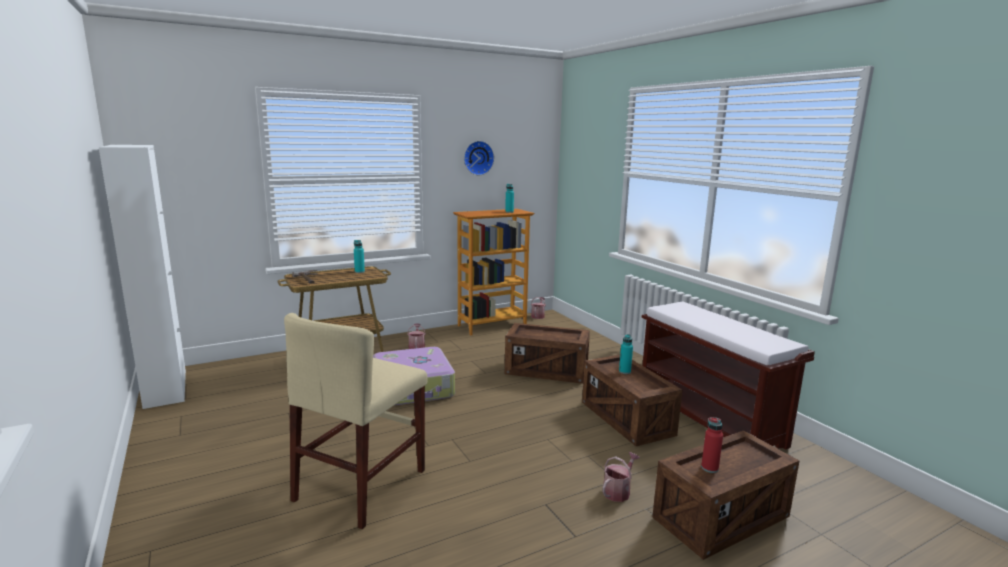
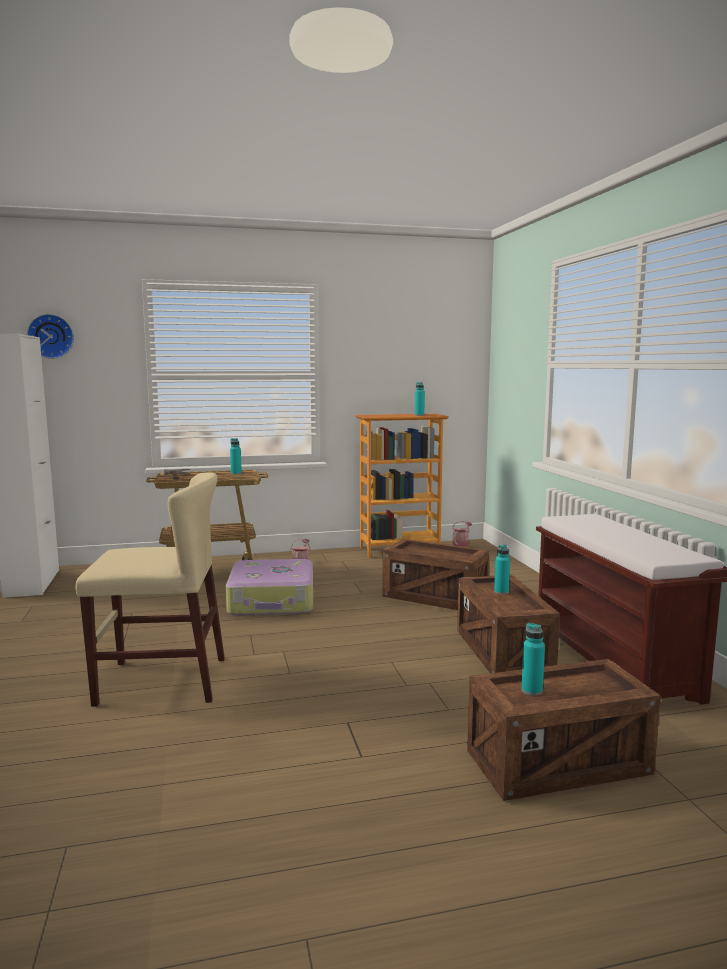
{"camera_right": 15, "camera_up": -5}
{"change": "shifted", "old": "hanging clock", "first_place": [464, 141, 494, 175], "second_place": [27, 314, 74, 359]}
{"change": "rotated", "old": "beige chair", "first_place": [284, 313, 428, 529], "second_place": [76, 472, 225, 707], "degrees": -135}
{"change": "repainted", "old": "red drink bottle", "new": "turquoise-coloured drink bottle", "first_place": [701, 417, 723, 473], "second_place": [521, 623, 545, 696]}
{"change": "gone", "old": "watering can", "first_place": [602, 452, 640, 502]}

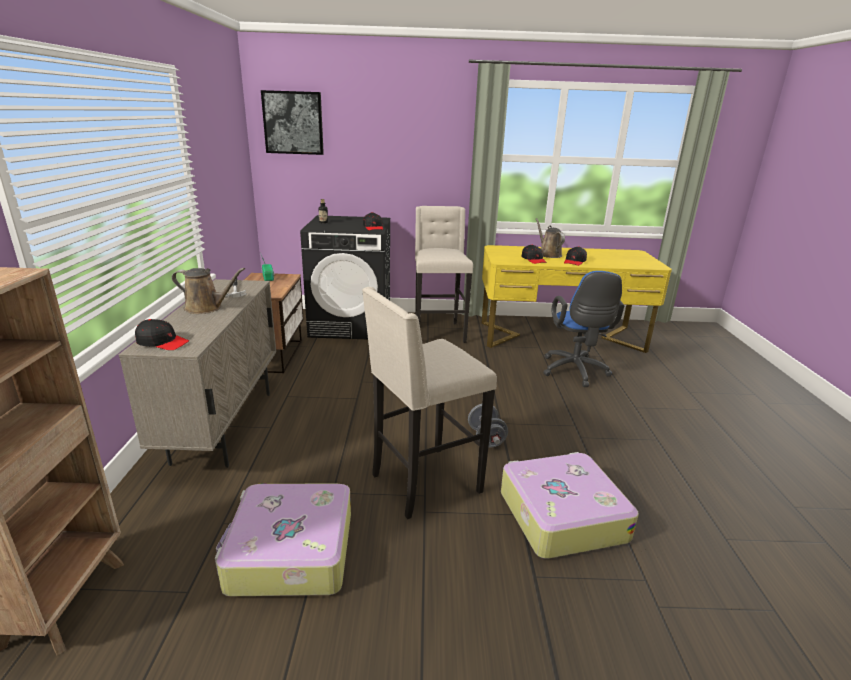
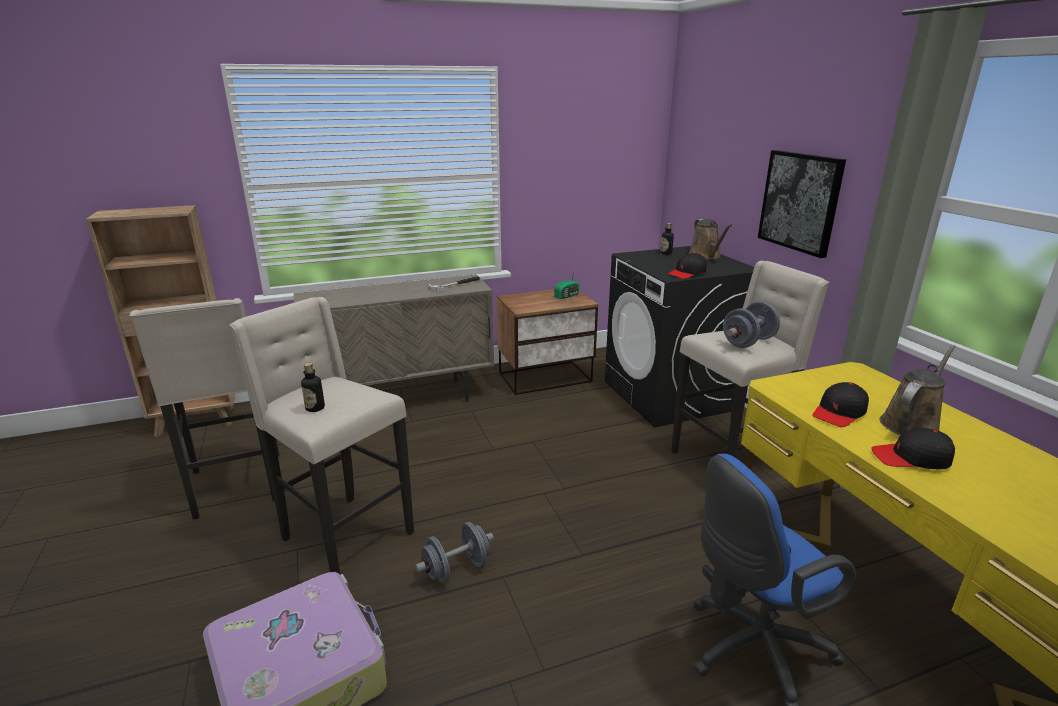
{"camera_right": 70, "camera_up": 0}
{"change": "swapped", "old": "piece of luggage", "new": "beige sitting stool", "first_place": [215, 484, 351, 596], "second_place": [129, 298, 280, 519]}
{"change": "new", "new": "drink bottle", "second_place": [301, 363, 325, 412]}
{"change": "shifted", "old": "brown-coloured watering can", "first_place": [172, 268, 245, 314], "second_place": [689, 219, 732, 260]}
{"change": "new", "new": "gray free weight", "second_place": [723, 301, 780, 348]}
{"change": "shifted", "old": "wall picture", "first_place": [261, 90, 324, 155], "second_place": [758, 150, 846, 258]}
{"change": "gone", "old": "black-coloured peaked cap", "first_place": [135, 319, 189, 350]}

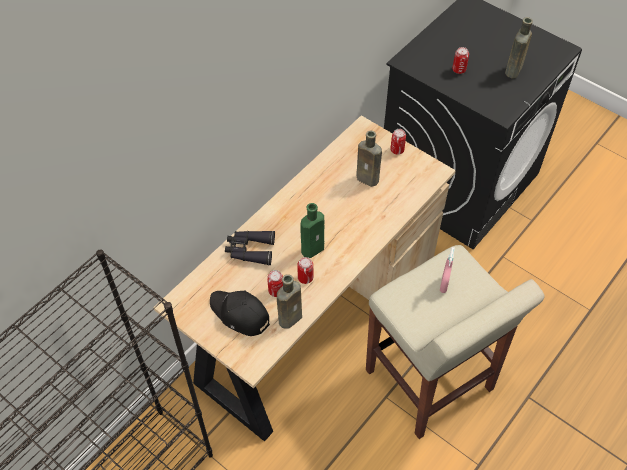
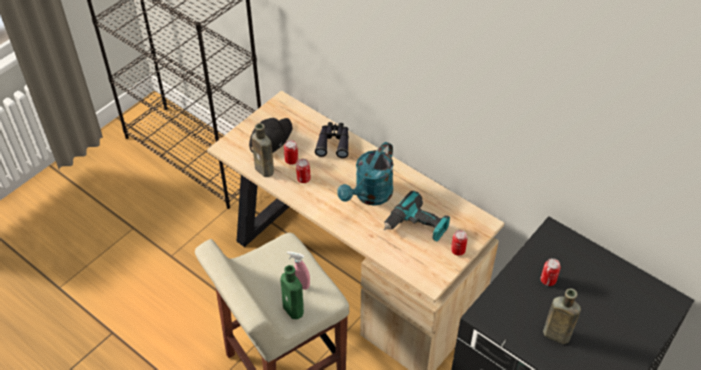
{"camera_right": 90, "camera_up": -5}
{"change": "shifted", "old": "green drink bottle", "first_place": [300, 203, 324, 258], "second_place": [280, 265, 304, 319]}
{"change": "new", "new": "turquoise-coloured watering can", "second_place": [337, 142, 394, 206]}
{"change": "swapped", "old": "brown-coloured drink bottle", "new": "electric drill", "first_place": [356, 131, 382, 187], "second_place": [384, 191, 450, 242]}

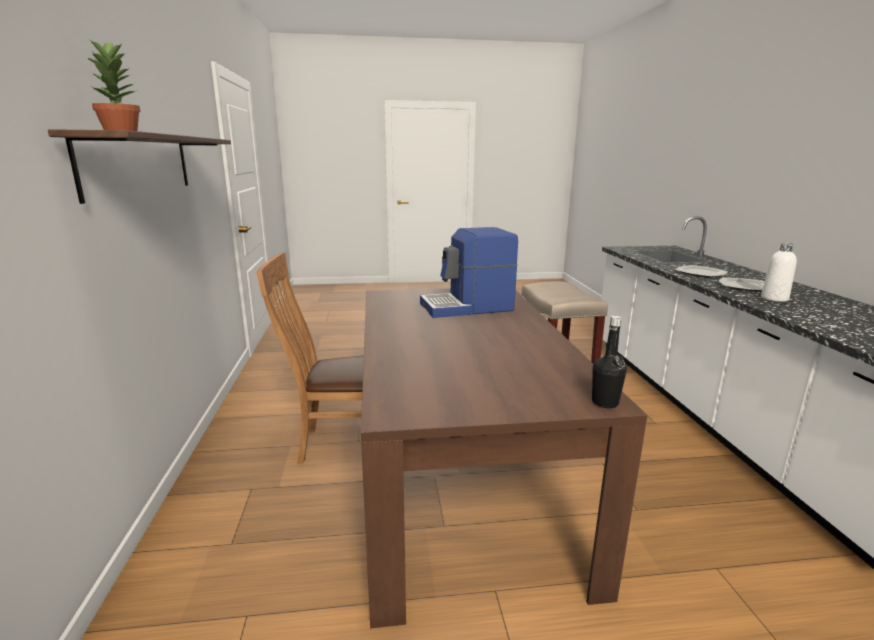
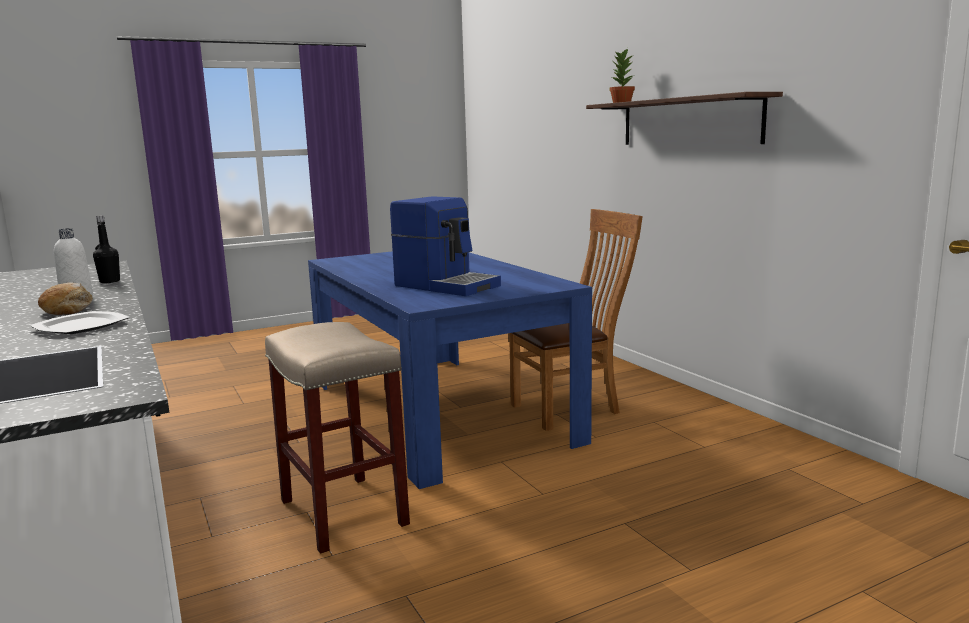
{"camera_right": 160, "camera_up": -5}
{"change": "swapped", "old": "dinner plate", "new": "baked bread", "first_place": [719, 277, 765, 292], "second_place": [38, 282, 93, 315]}
{"change": "shifted", "old": "black-coloured drink bottle", "first_place": [592, 315, 627, 408], "second_place": [93, 215, 120, 283]}
{"change": "repainted", "old": "brown-coloured kitchen table", "new": "bluish kitchen table", "first_place": [361, 288, 647, 628], "second_place": [308, 251, 592, 489]}
{"change": "rotated", "old": "coffee maker", "first_place": [420, 227, 518, 318], "second_place": [390, 196, 501, 296], "degrees": 75}

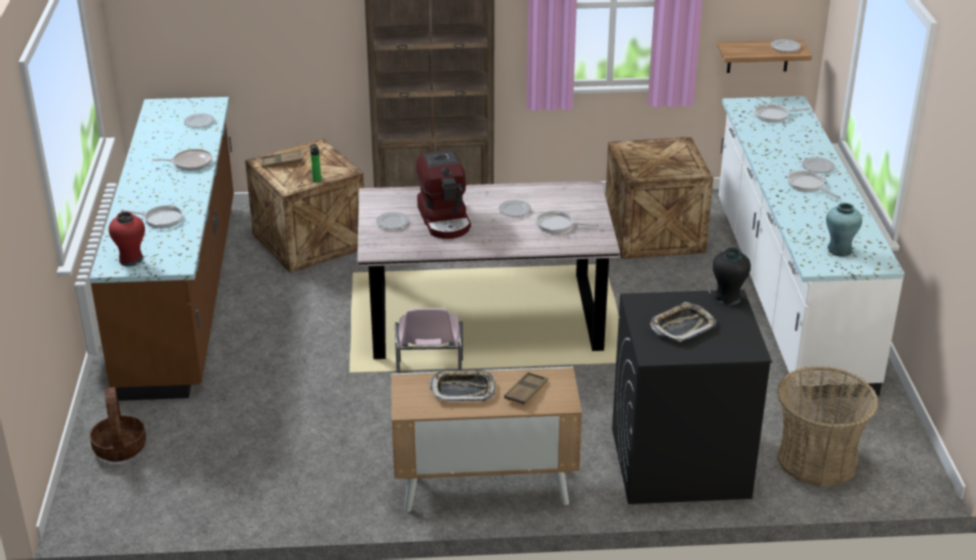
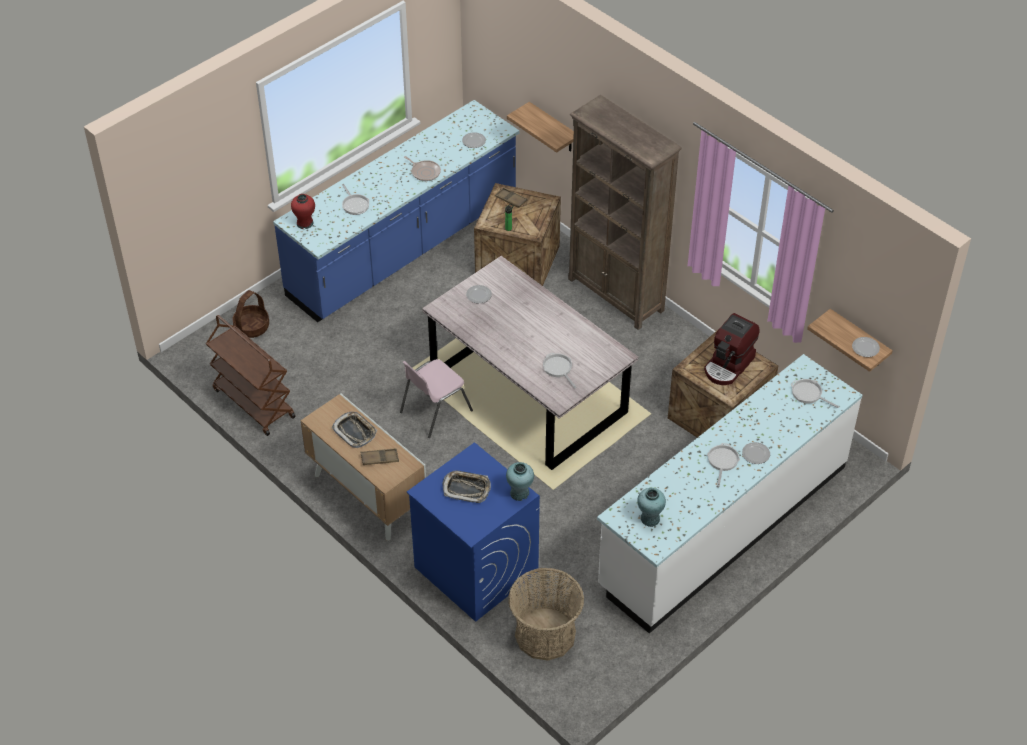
{"camera_right": 50, "camera_up": 15}
{"change": "new", "new": "brown-coloured wheeled cart", "second_place": [206, 315, 295, 436]}
{"change": "repainted", "old": "brown-coloured counter", "new": "bluish counter", "first_place": [90, 97, 234, 401], "second_place": [273, 100, 519, 322]}
{"change": "repainted", "old": "black-coloured laundry machine", "new": "bluish laundry machine", "first_place": [612, 289, 772, 504], "second_place": [407, 442, 540, 622]}
{"change": "repainted", "old": "black-coloured decorative vase", "new": "turquoise-coloured decorative vase", "first_place": [713, 248, 751, 306], "second_place": [506, 462, 534, 501]}
{"change": "new", "new": "wall shelf", "second_place": [507, 102, 574, 153]}
{"change": "shifted", "old": "coffee maker", "first_place": [416, 150, 471, 239], "second_place": [704, 313, 760, 385]}
{"change": "gone", "old": "dinner plate", "first_place": [499, 200, 531, 217]}

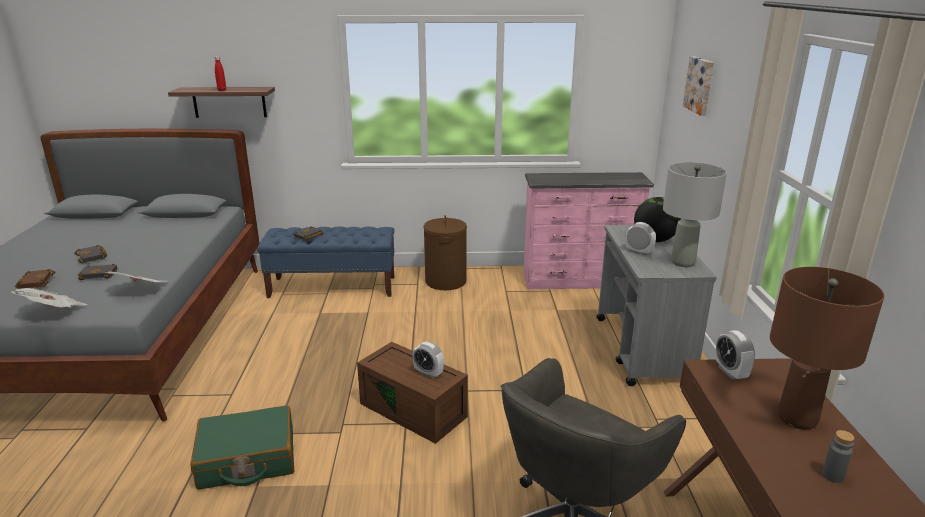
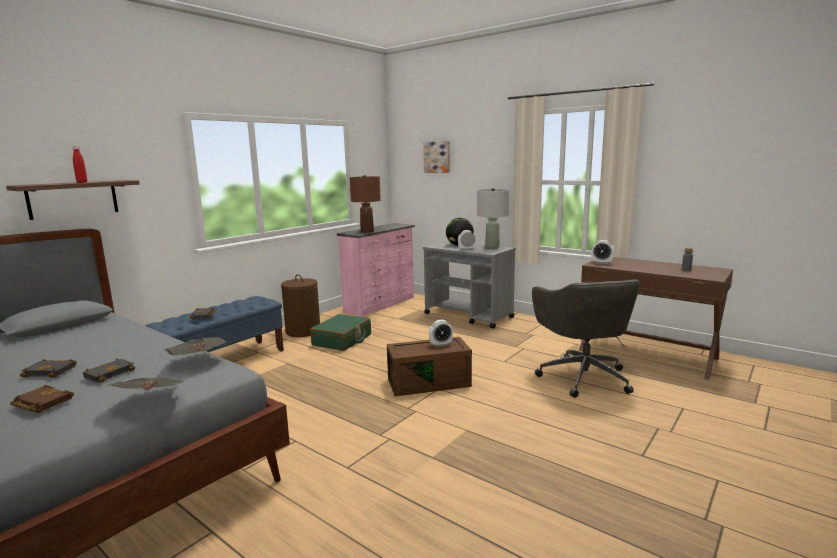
{"camera_right": -50, "camera_up": -10}
{"change": "shifted", "old": "green piece of luggage", "first_place": [190, 406, 294, 489], "second_place": [310, 314, 371, 351]}
{"change": "shifted", "old": "brown-coloured tabletop lamp", "first_place": [770, 267, 884, 430], "second_place": [350, 175, 381, 233]}

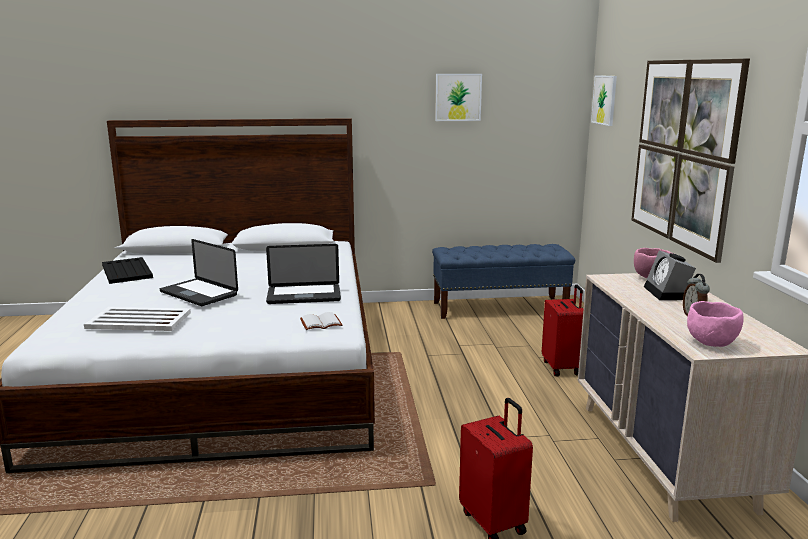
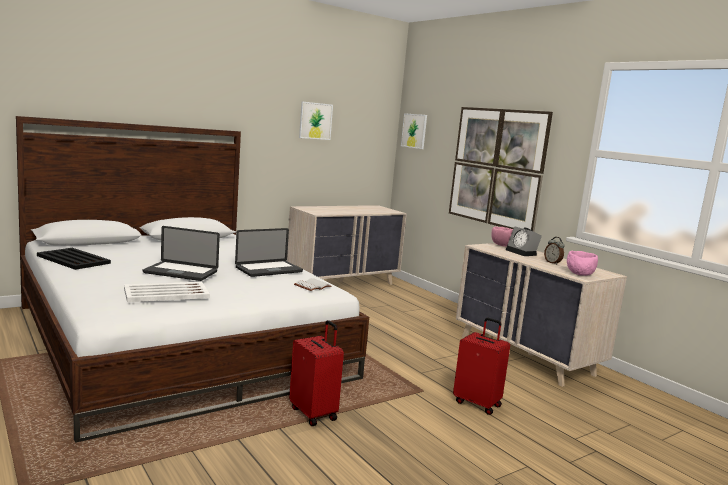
{"camera_right": -30, "camera_up": -5}
{"change": "swapped", "old": "bluish bench", "new": "beige chest of drawers", "first_place": [432, 244, 575, 319], "second_place": [286, 205, 407, 285]}
{"change": "shifted", "old": "red piece of luggage", "first_place": [542, 285, 583, 376], "second_place": [289, 320, 344, 426]}

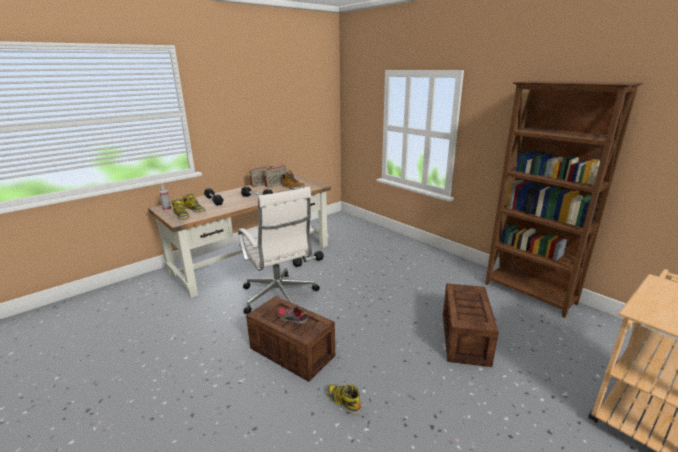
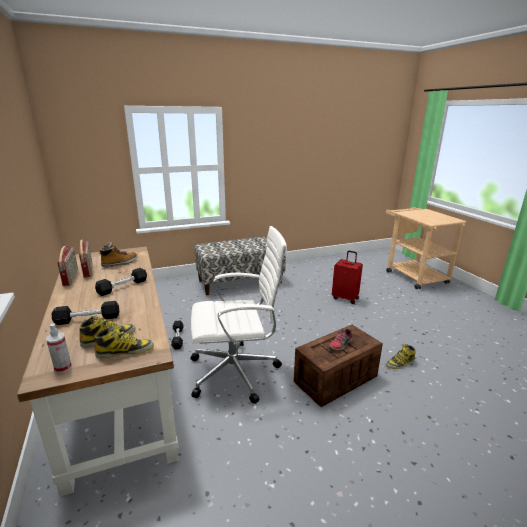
{"camera_right": -70, "camera_up": 0}
{"change": "new", "new": "bench", "second_place": [195, 236, 286, 295]}
{"change": "swapped", "old": "crate", "new": "red piece of luggage", "first_place": [443, 284, 499, 367], "second_place": [332, 251, 363, 304]}
{"change": "gone", "old": "brown-coloured shelving unit", "first_place": [485, 81, 644, 318]}

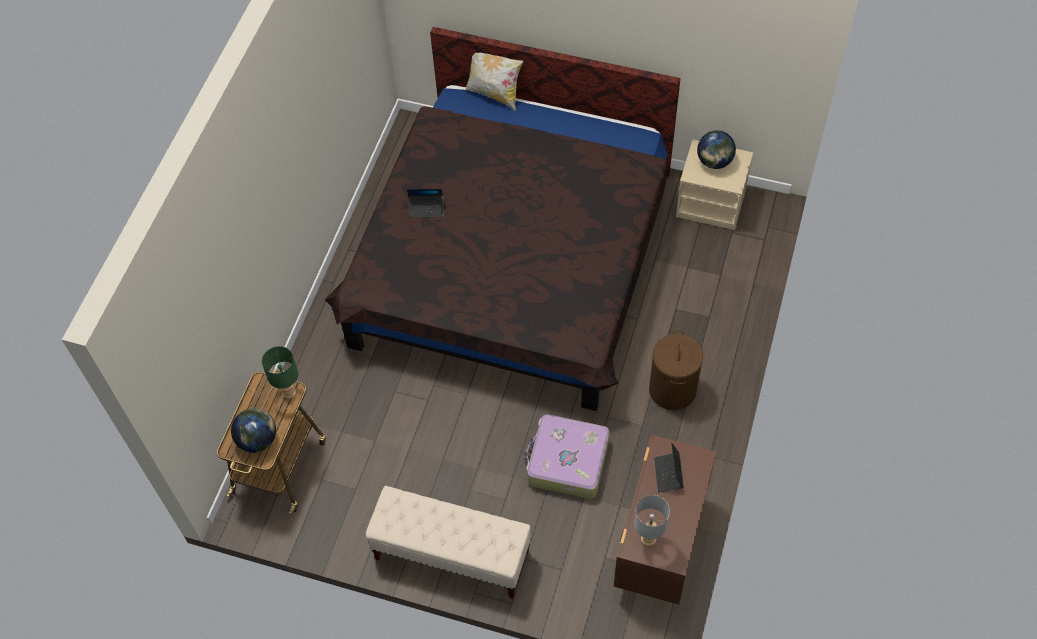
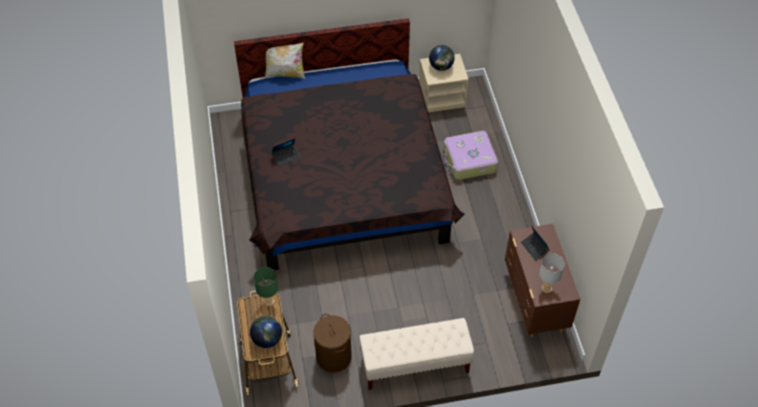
{"camera_right": -30, "camera_up": -5}
{"change": "shifted", "old": "brown-coloured hamper", "first_place": [649, 330, 703, 410], "second_place": [313, 314, 352, 372]}
{"change": "shifted", "old": "piece of luggage", "first_place": [524, 415, 610, 499], "second_place": [444, 131, 498, 180]}

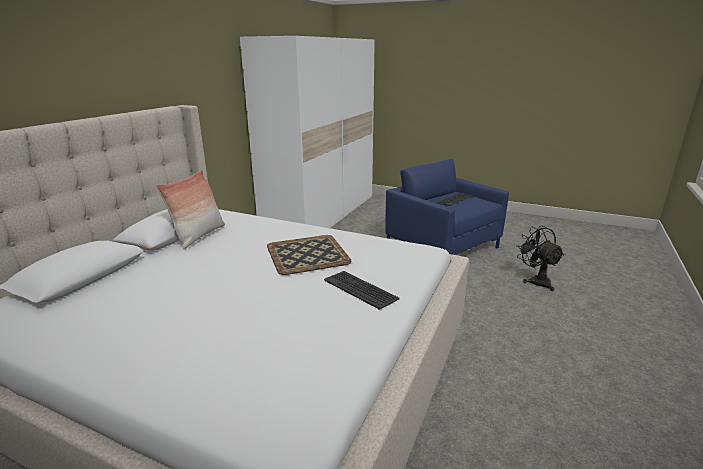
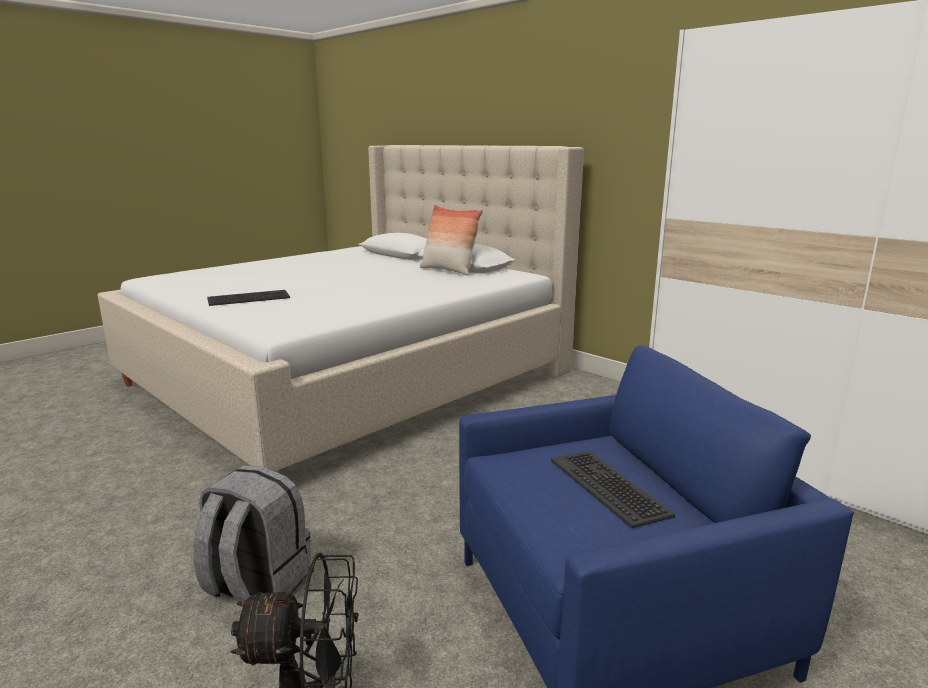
{"camera_right": 110, "camera_up": -5}
{"change": "new", "new": "gray rucksack", "second_place": [193, 465, 311, 608]}
{"change": "gone", "old": "serving tray", "first_place": [267, 235, 352, 275]}

